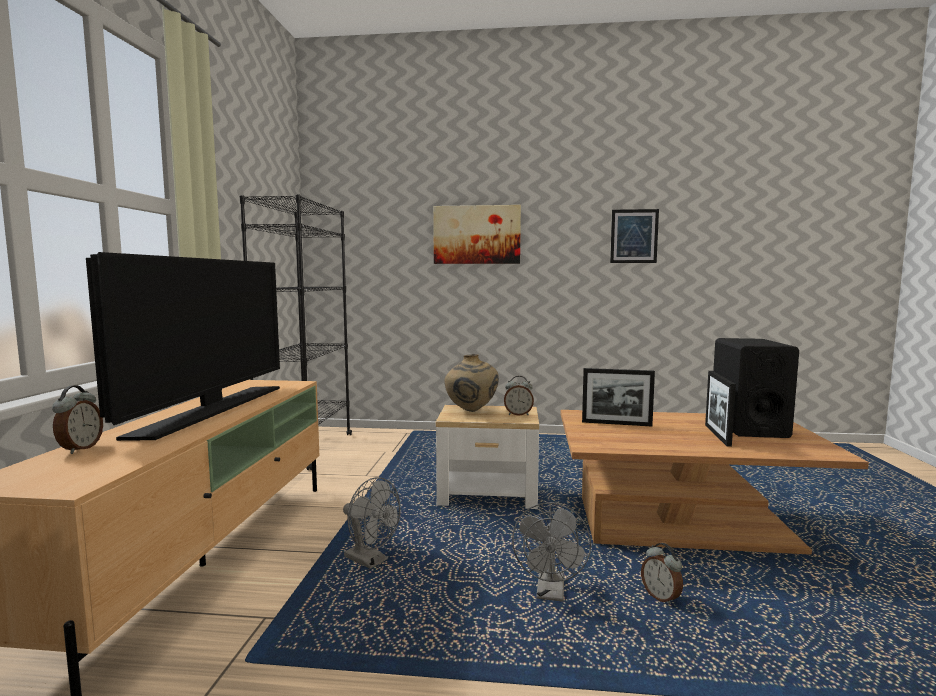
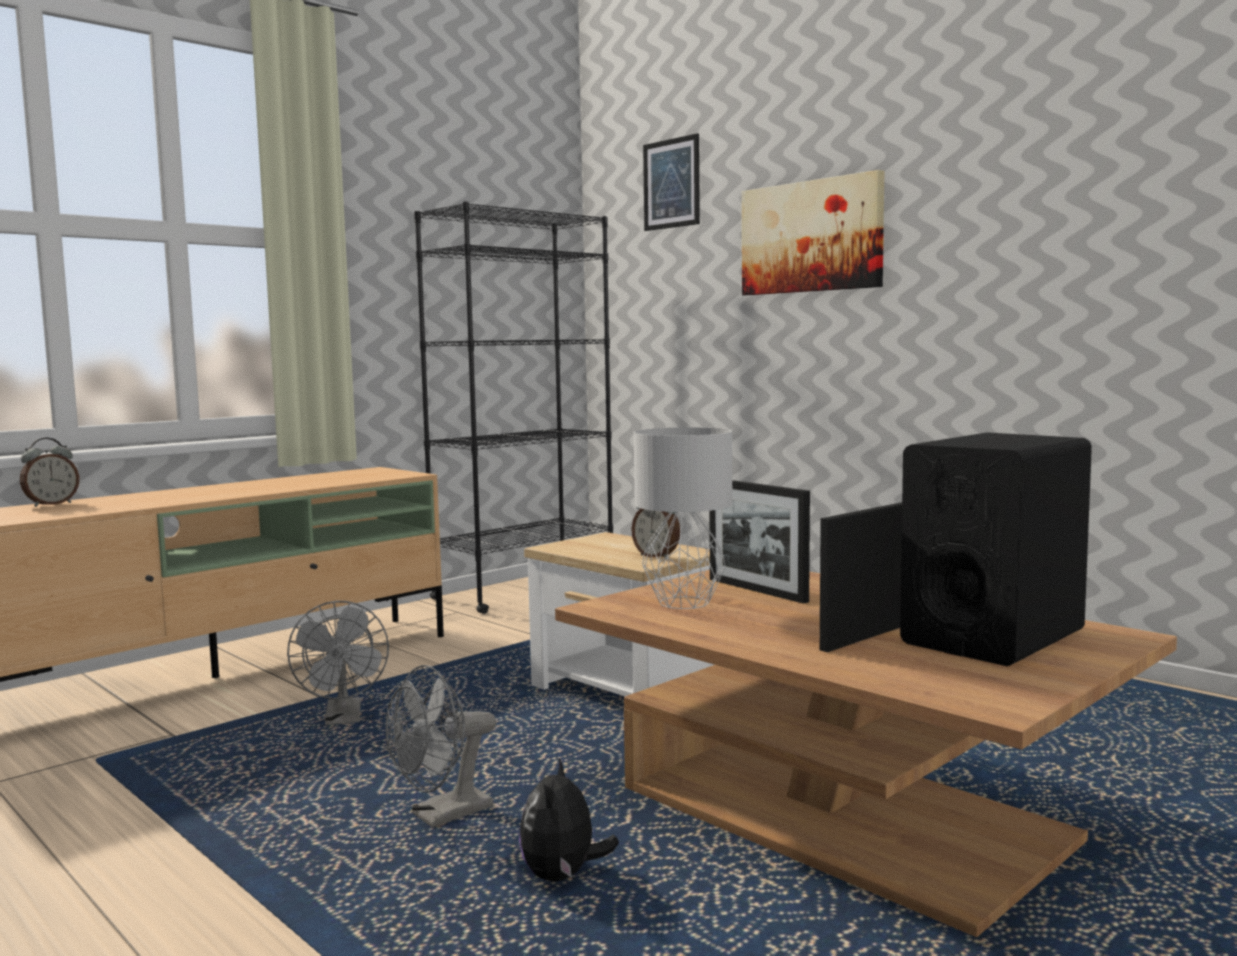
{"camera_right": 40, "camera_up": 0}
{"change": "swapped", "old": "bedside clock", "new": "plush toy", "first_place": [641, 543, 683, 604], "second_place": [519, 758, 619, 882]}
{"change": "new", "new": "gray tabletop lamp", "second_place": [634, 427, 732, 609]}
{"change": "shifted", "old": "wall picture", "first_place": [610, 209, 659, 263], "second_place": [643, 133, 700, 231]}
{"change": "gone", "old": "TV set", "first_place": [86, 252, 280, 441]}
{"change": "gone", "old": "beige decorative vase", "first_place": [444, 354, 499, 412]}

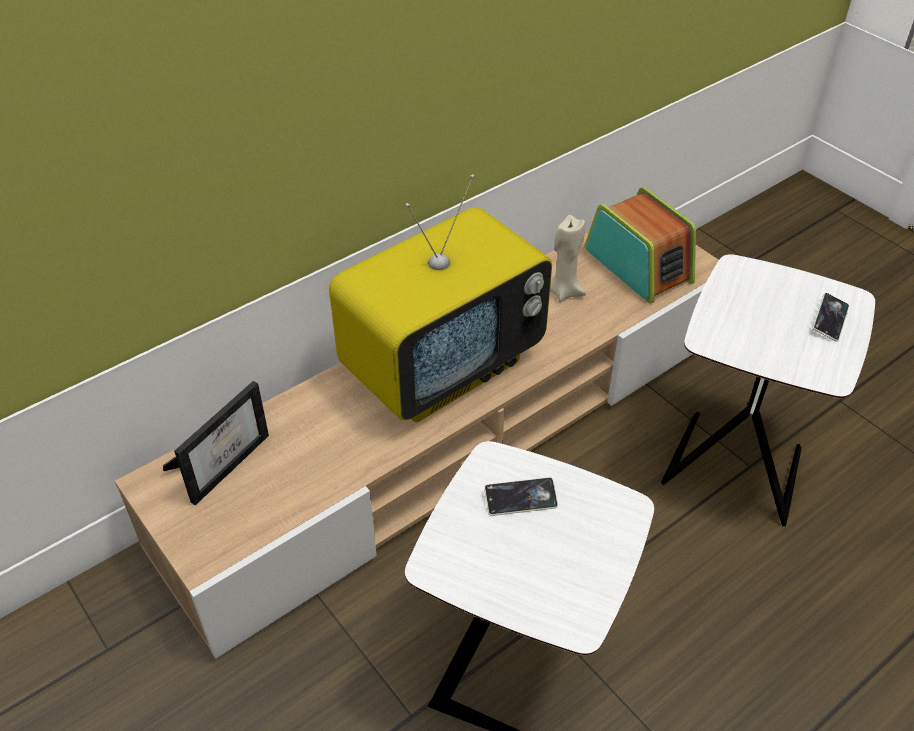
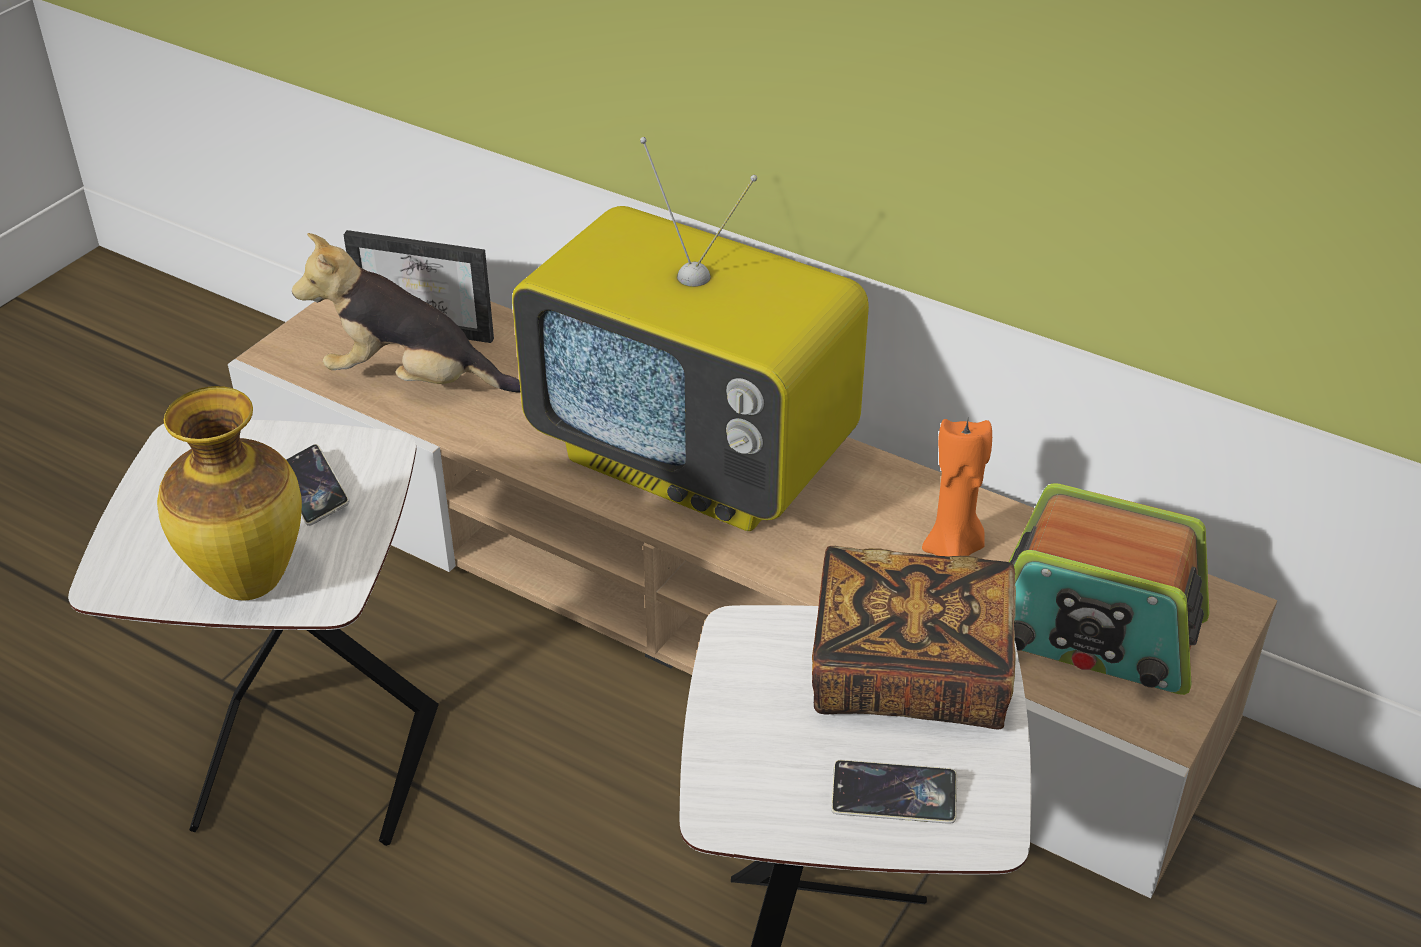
{"camera_right": 70, "camera_up": -5}
{"change": "new", "new": "decorative vase", "second_place": [157, 386, 302, 601]}
{"change": "new", "new": "plush toy", "second_place": [292, 233, 520, 392]}
{"change": "new", "new": "book", "second_place": [812, 546, 1016, 730]}
{"change": "repainted", "old": "beige wax candle", "new": "orange-coloured wax candle", "first_place": [550, 215, 586, 302], "second_place": [922, 419, 992, 556]}
{"change": "rotated", "old": "radio receiver", "first_place": [585, 187, 696, 304], "second_place": [1009, 483, 1209, 695], "degrees": 75}

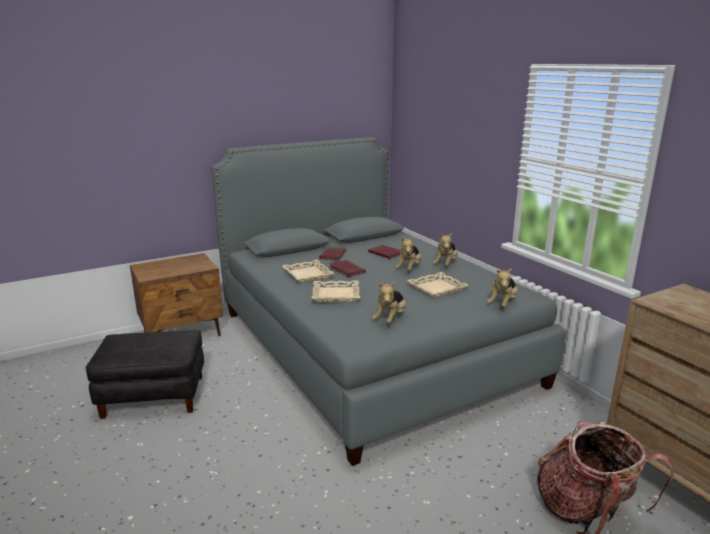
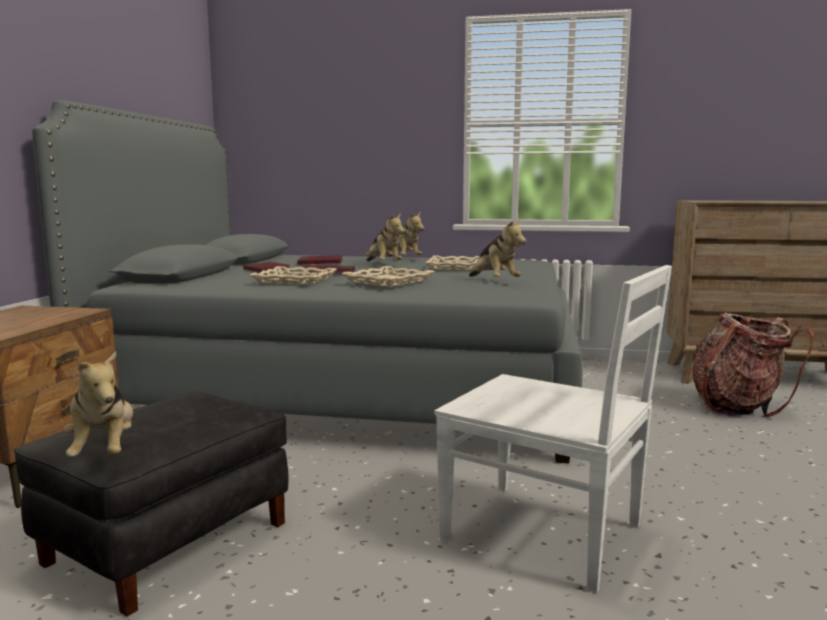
{"camera_right": -50, "camera_up": -10}
{"change": "shifted", "old": "plush toy", "first_place": [487, 268, 518, 307], "second_place": [64, 351, 133, 457]}
{"change": "new", "new": "white chair", "second_place": [434, 265, 672, 593]}

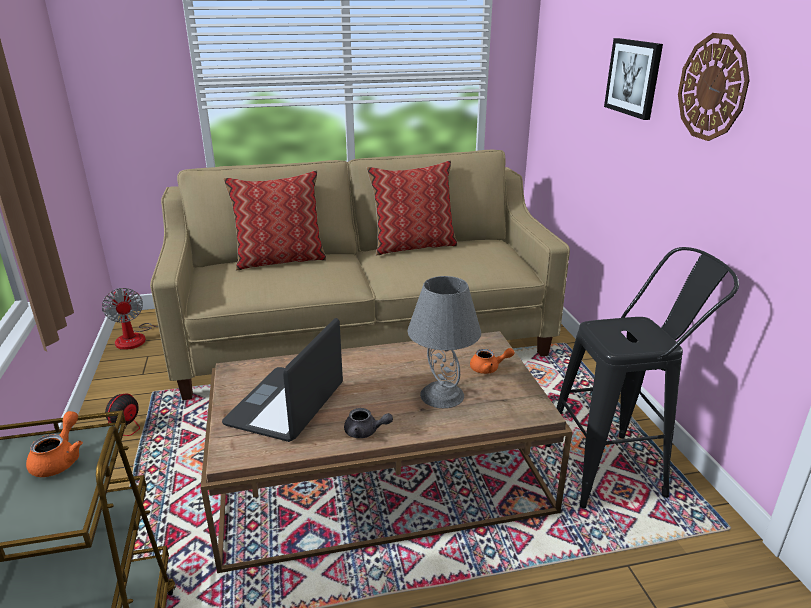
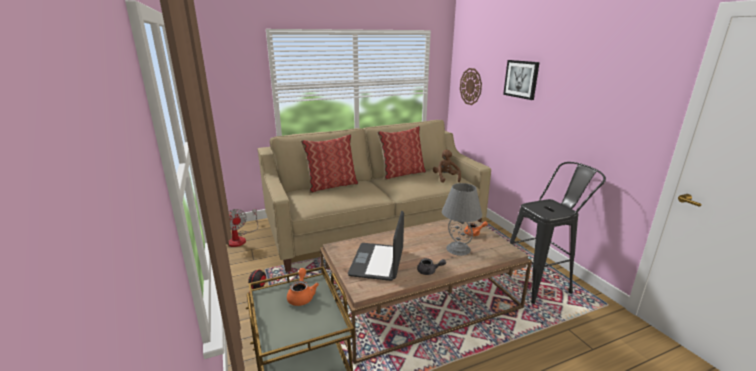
{"camera_right": -10, "camera_up": -5}
{"change": "new", "new": "brown-coloured plush toy", "second_place": [433, 149, 461, 183]}
{"change": "shifted", "old": "hanging clock", "first_place": [678, 33, 750, 141], "second_place": [460, 68, 482, 105]}

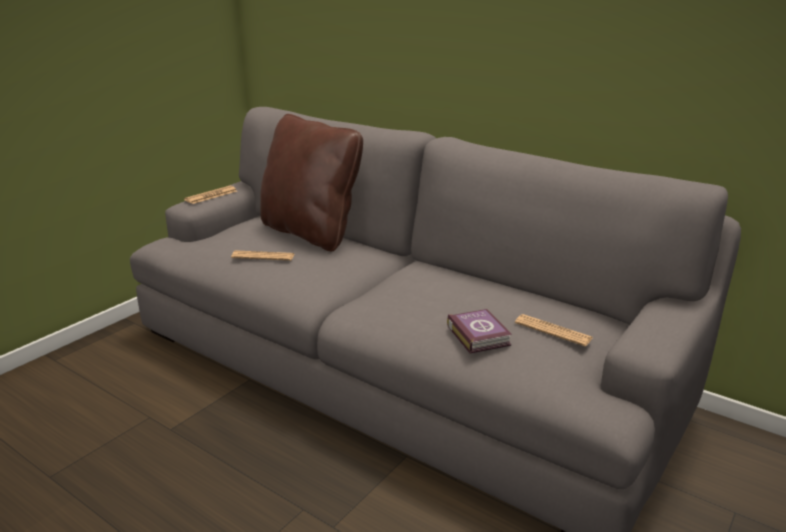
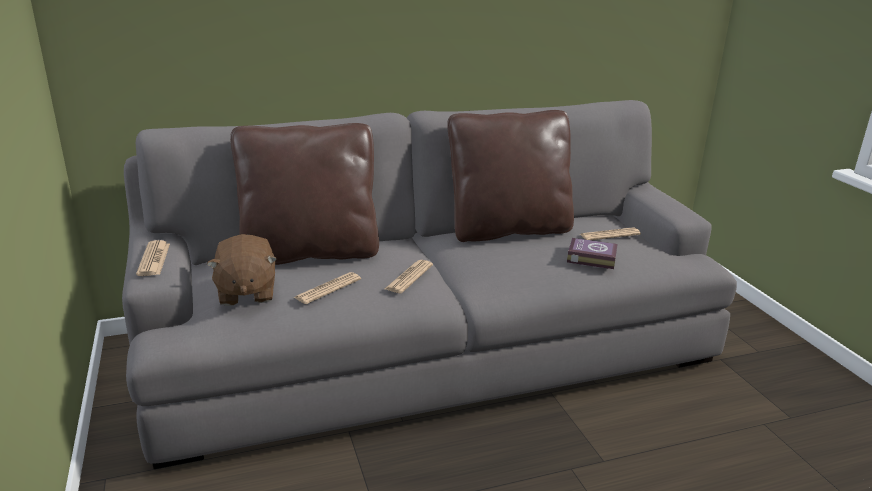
{"camera_right": -55, "camera_up": 0}
{"change": "new", "new": "brown-coloured plush toy", "second_place": [207, 234, 277, 306]}
{"change": "new", "new": "newspaper", "second_place": [385, 260, 433, 293]}
{"change": "new", "new": "brown-coloured throw pillow", "second_place": [447, 110, 574, 242]}

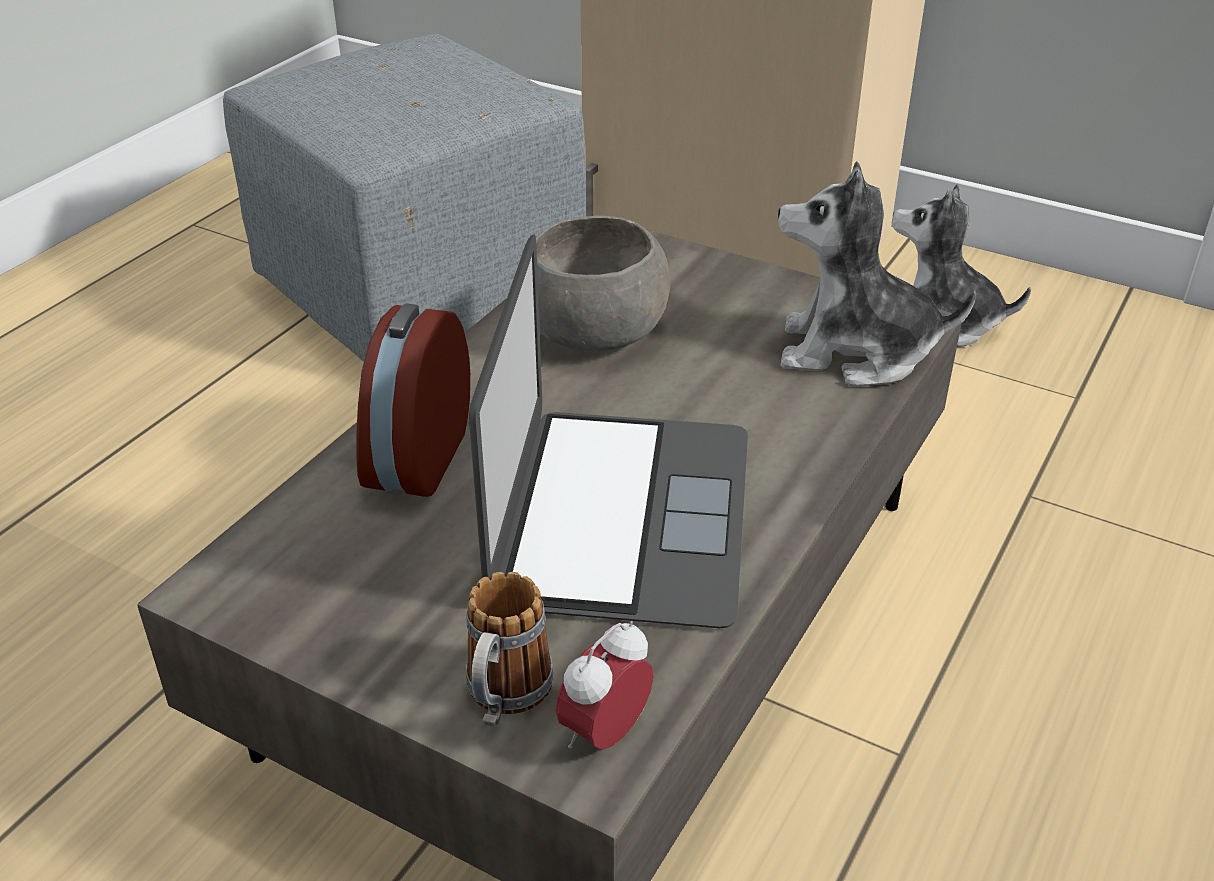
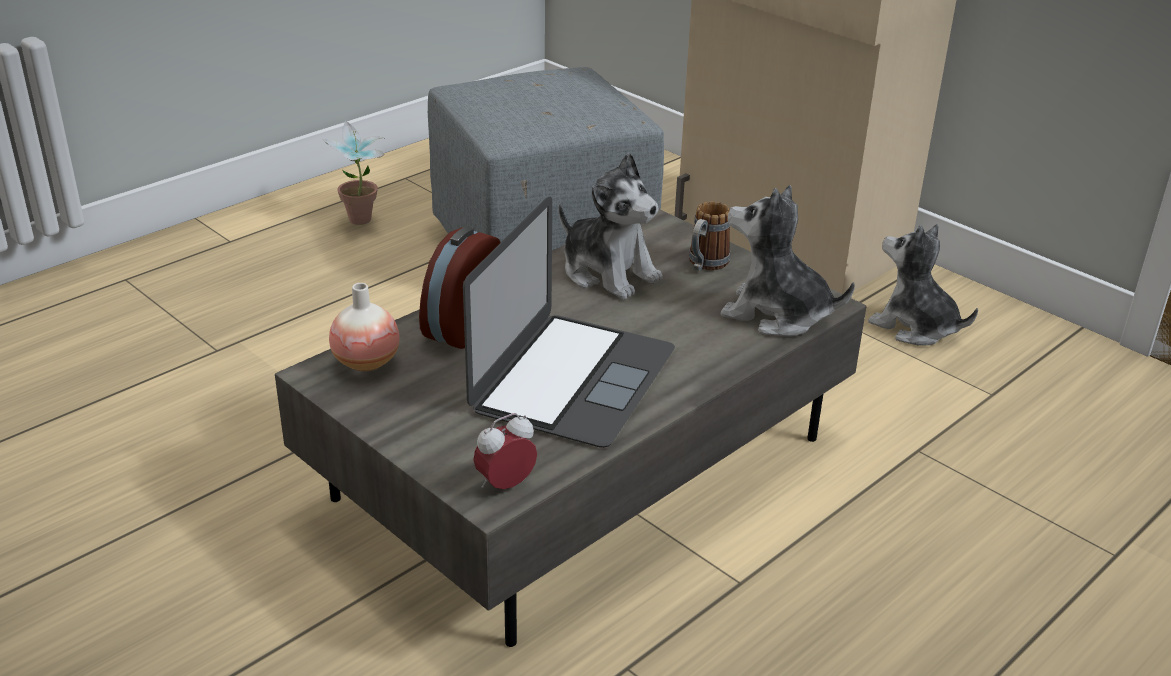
{"camera_right": 15, "camera_up": -5}
{"change": "new", "new": "plant in a pot", "second_place": [323, 120, 386, 225]}
{"change": "new", "new": "decorative vase", "second_place": [329, 283, 399, 371]}
{"change": "swapped", "old": "gray deep dish", "new": "plush toy", "first_place": [536, 216, 670, 352], "second_place": [559, 153, 663, 300]}
{"change": "shifted", "old": "coffee mug", "first_place": [466, 572, 554, 727], "second_place": [689, 201, 730, 271]}

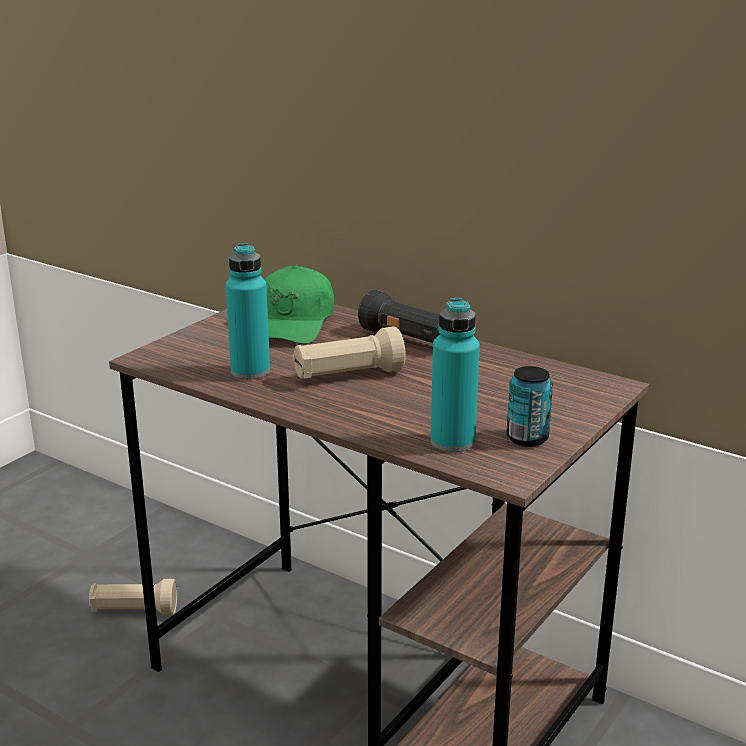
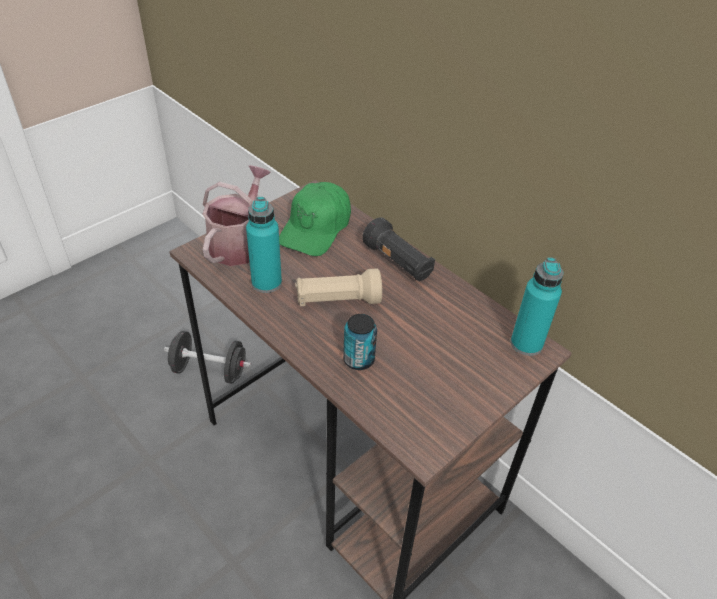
{"camera_right": 10, "camera_up": 20}
{"change": "swapped", "old": "beige torch", "new": "black-coloured free weight", "first_place": [89, 579, 177, 615], "second_place": [164, 331, 251, 384]}
{"change": "new", "new": "watering can", "second_place": [202, 165, 270, 266]}
{"change": "shifted", "old": "sealed can", "first_place": [507, 366, 553, 447], "second_place": [343, 314, 377, 370]}
{"change": "shifted", "old": "turquoise-coloured drink bottle", "first_place": [431, 298, 480, 452], "second_place": [511, 258, 564, 356]}

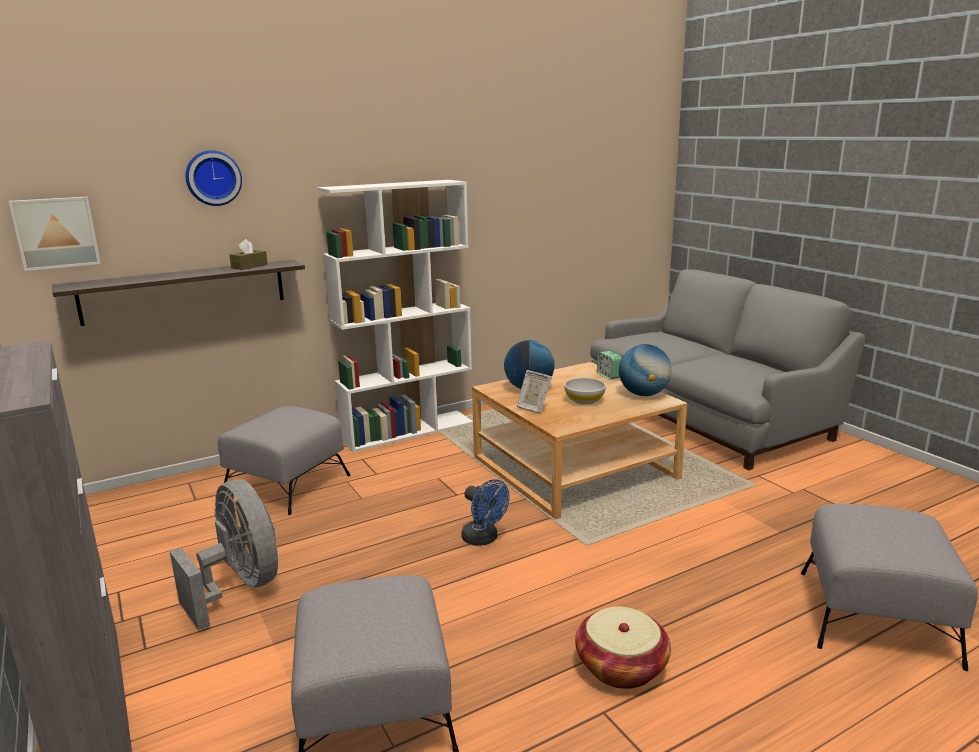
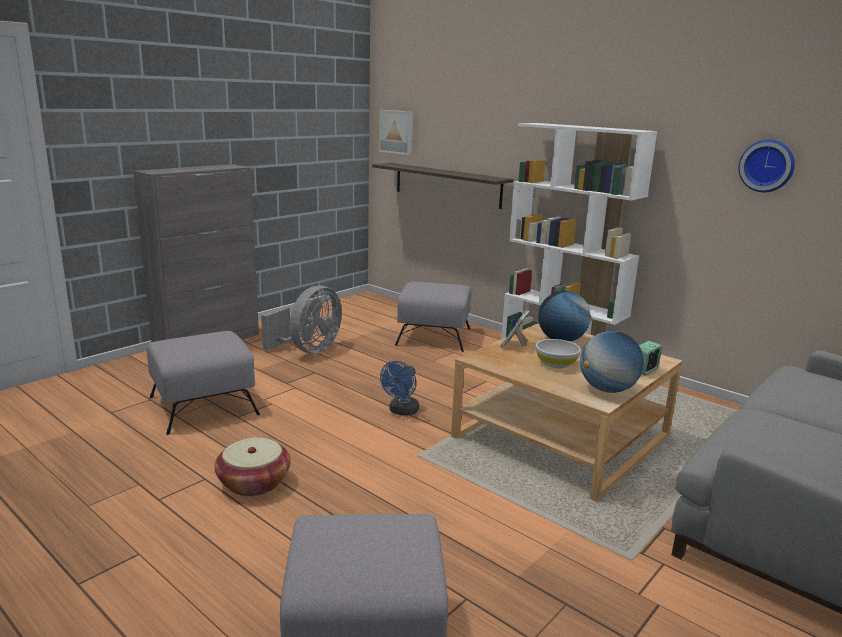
{"camera_right": 70, "camera_up": 0}
{"change": "shifted", "old": "hanging clock", "first_place": [185, 150, 242, 206], "second_place": [739, 139, 795, 192]}
{"change": "gone", "old": "brown-coloured tissue holder", "first_place": [230, 239, 268, 270]}

